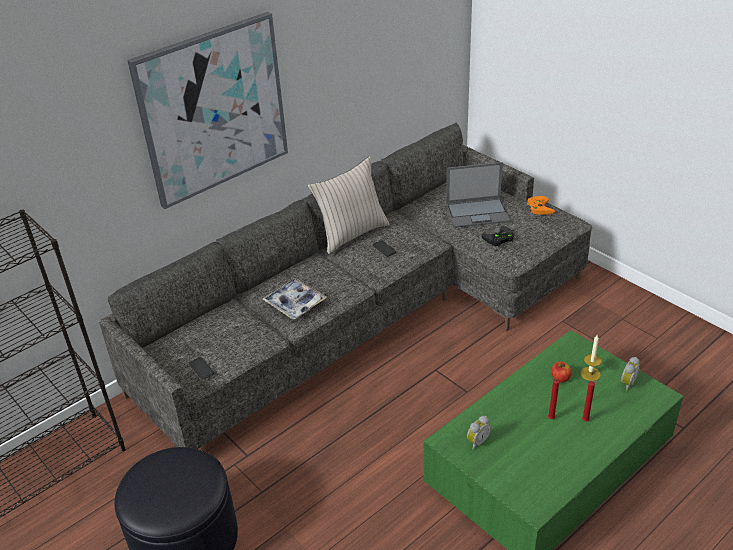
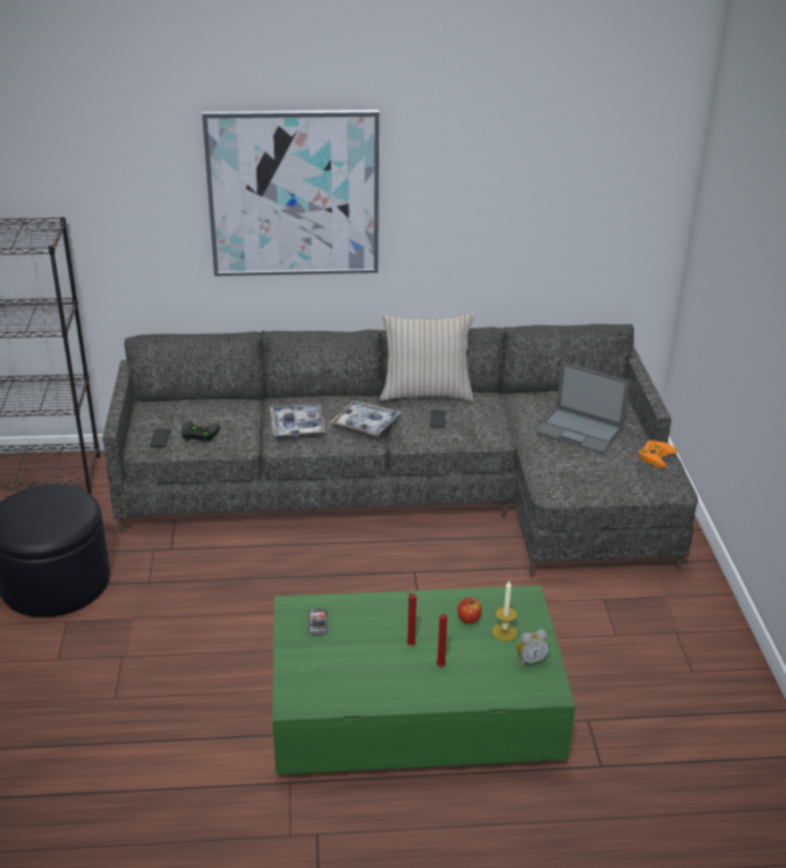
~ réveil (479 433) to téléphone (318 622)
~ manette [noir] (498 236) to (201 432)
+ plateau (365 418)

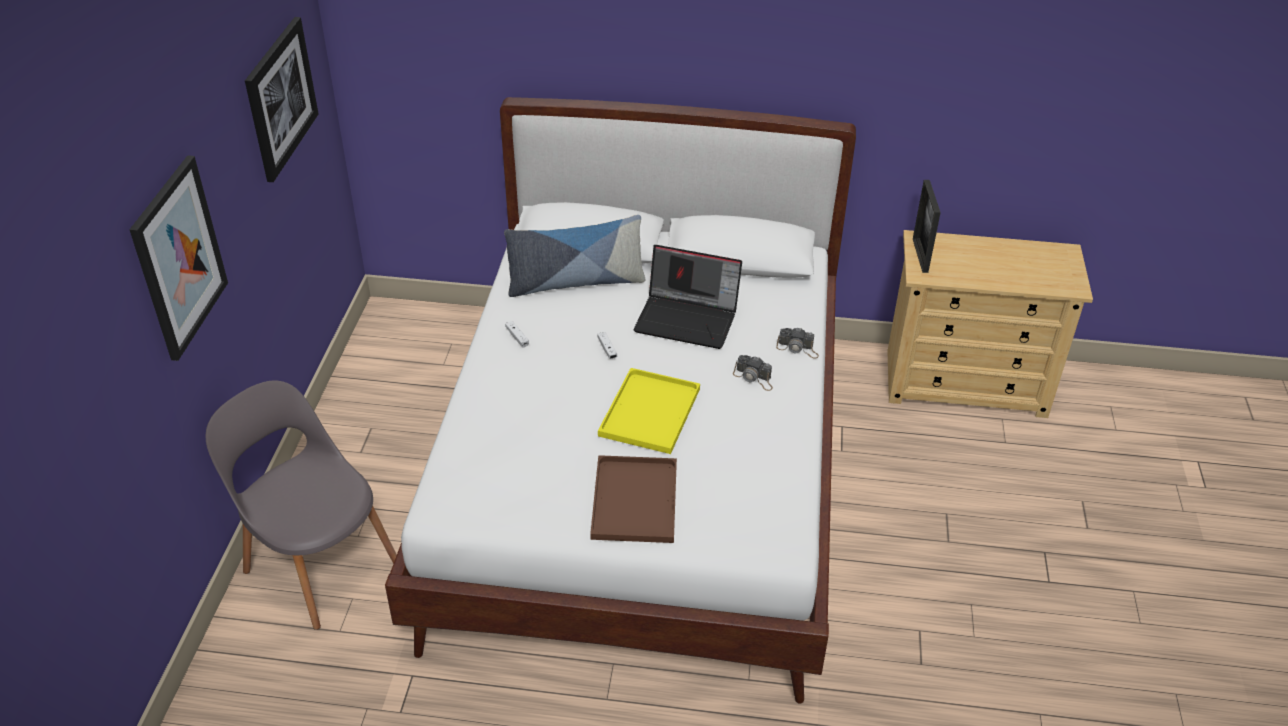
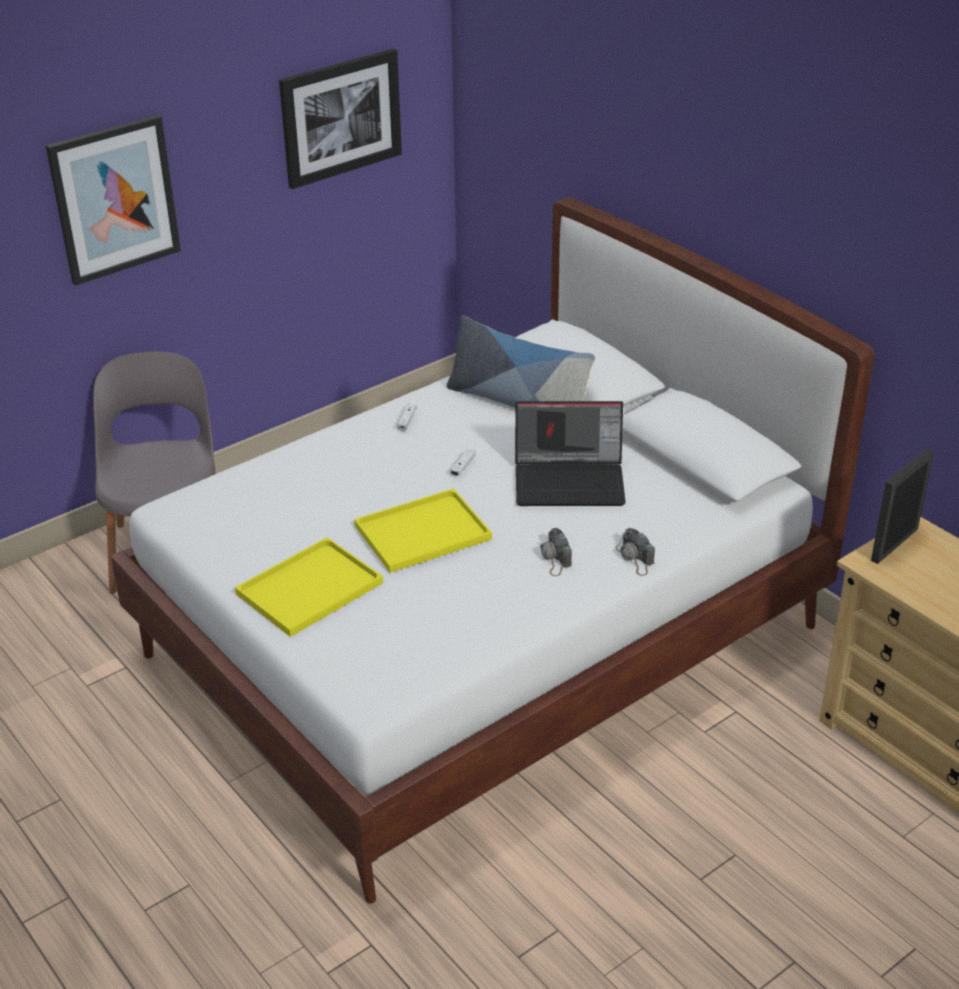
~ plateau [marron] (633 499) to plateau [jaune] (309 587)
~ ordinateur portable (688 297) = (570 453) 60 degrees counterclockwise

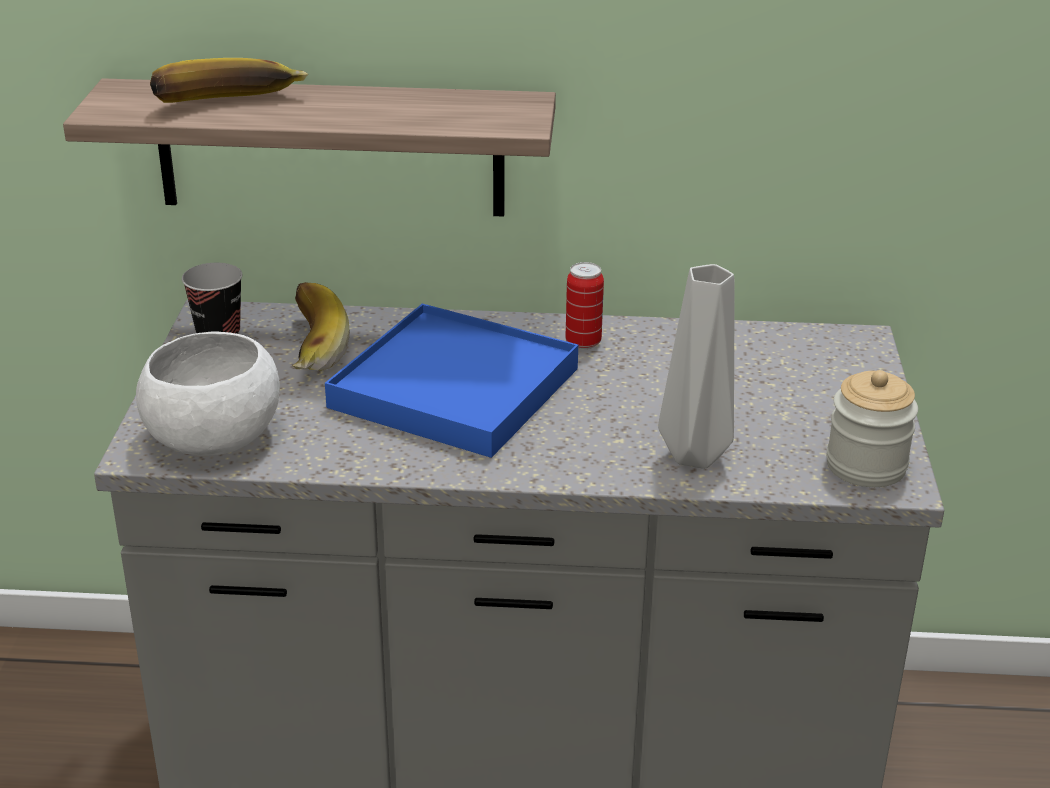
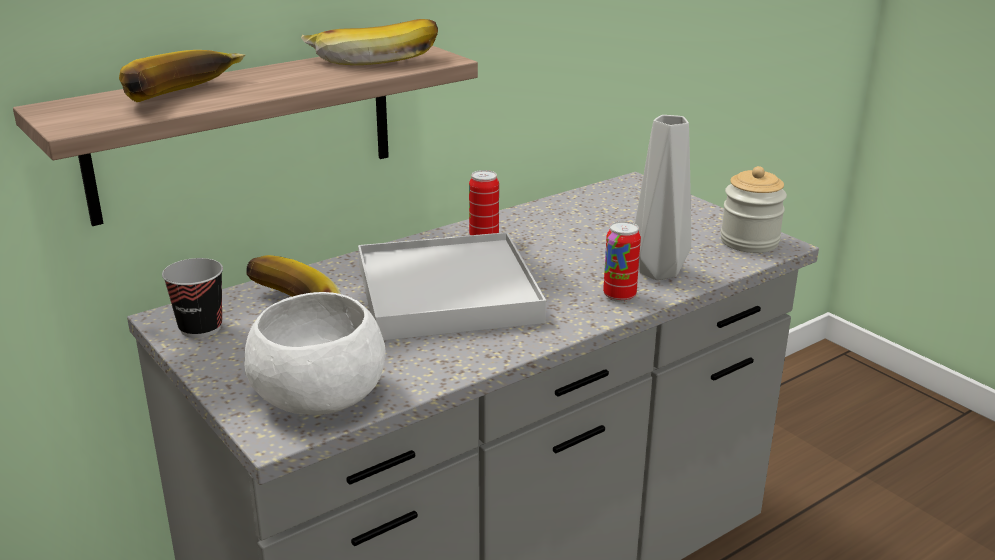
~ plateau [bleu] (451 381) to plateau [blanc] (452 286)
+ banane (369 42)
+ boîte métallique (622 261)

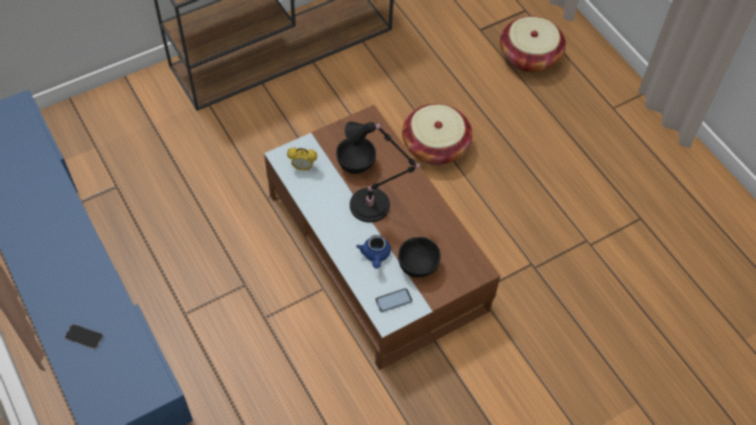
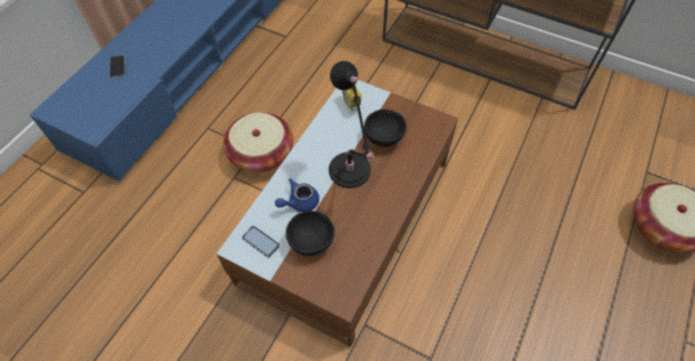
~ panier (437 134) to (258 142)

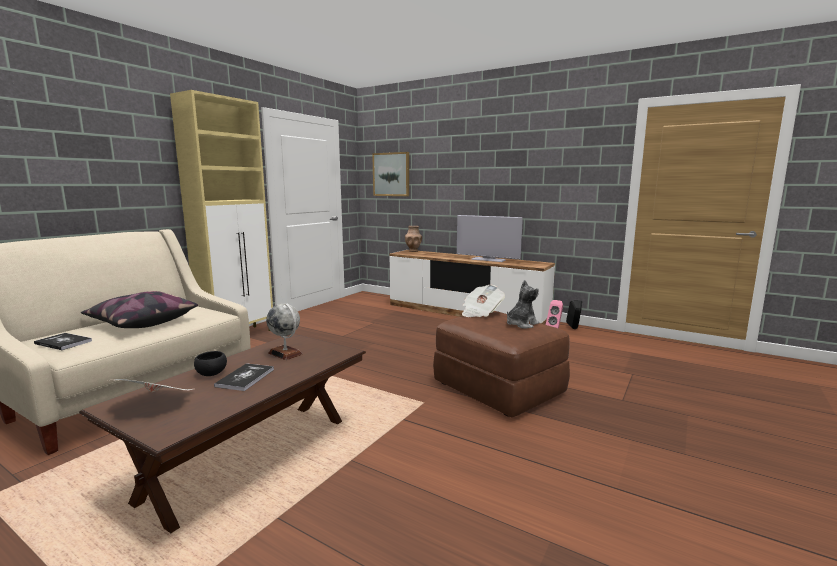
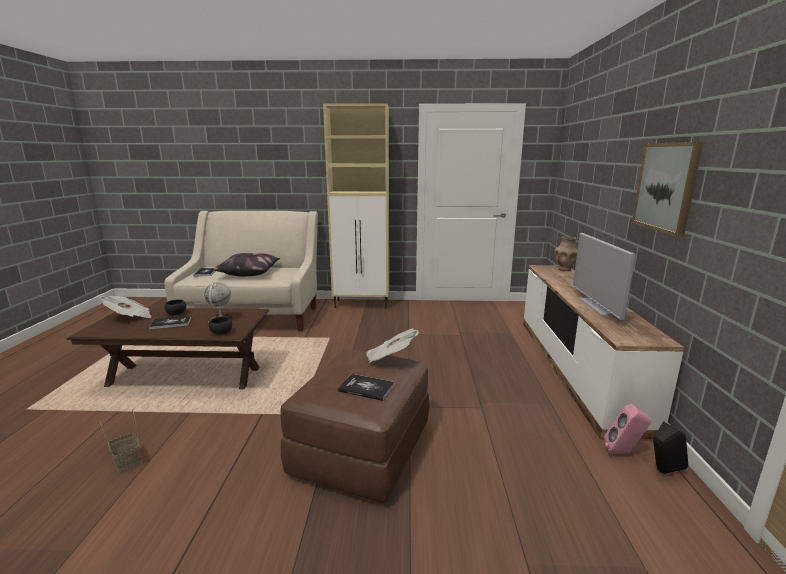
~ tableau (390 174) to (667 189)
~ peluche (523 304) to livre (366 387)
+ panier (121 441)
+ bol [noir] (220 325)

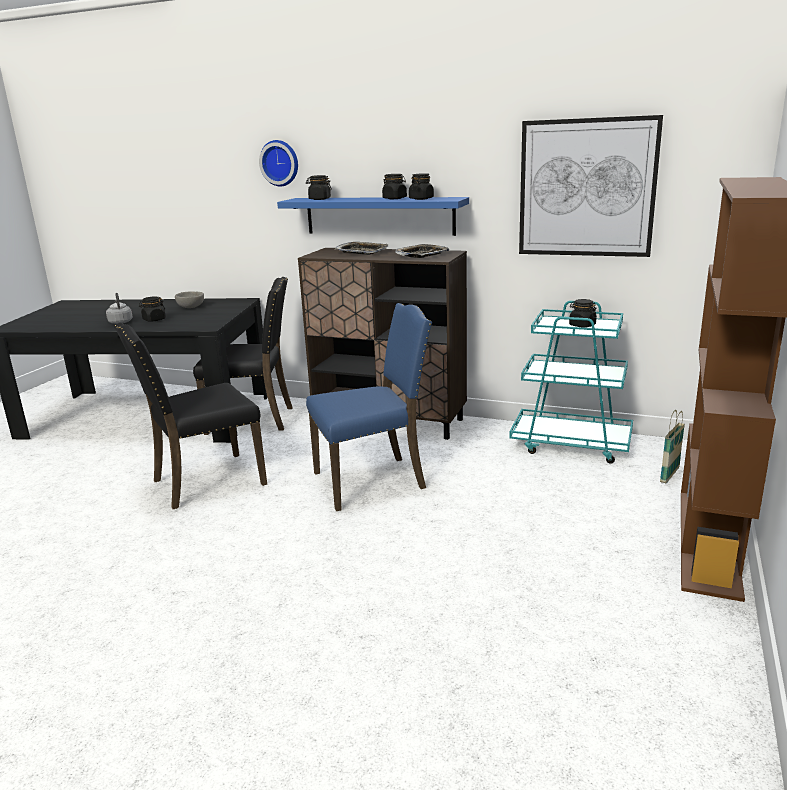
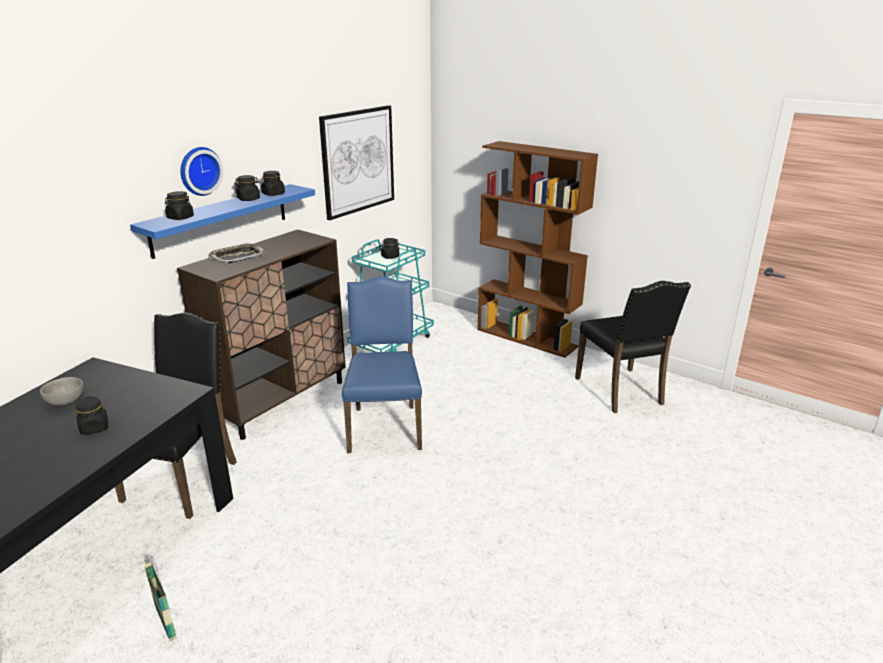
- bouilloire [gris] (119 308)
~ chaise [noir] (190 416) to (633 347)
~ horloge murale (278 163) to (201 171)
- plateau (422 251)
~ panier (672 446) to (160 598)

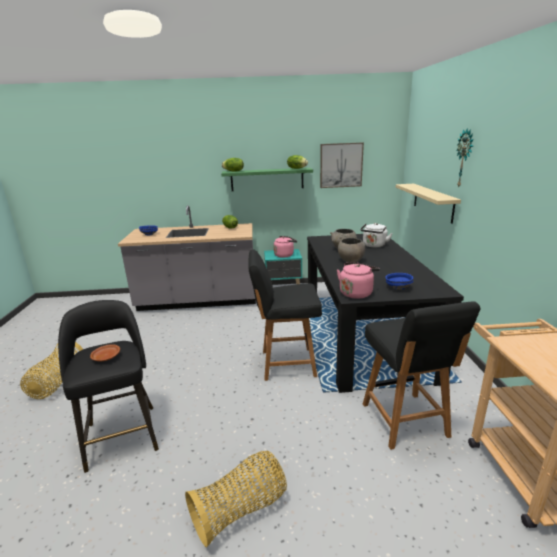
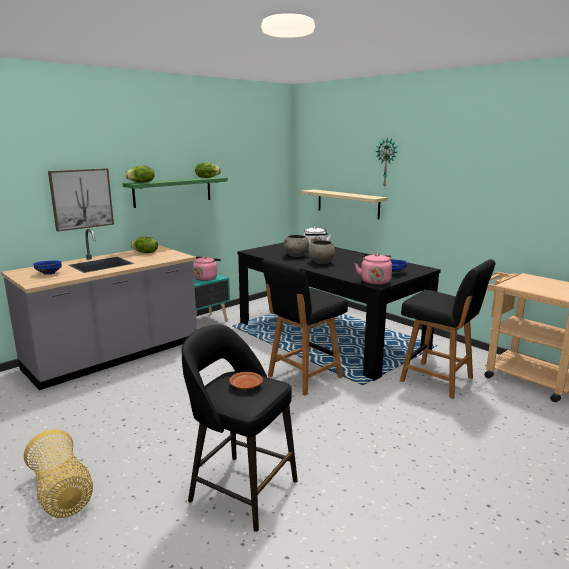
- panier (236 499)
~ tableau (342 165) to (81 199)

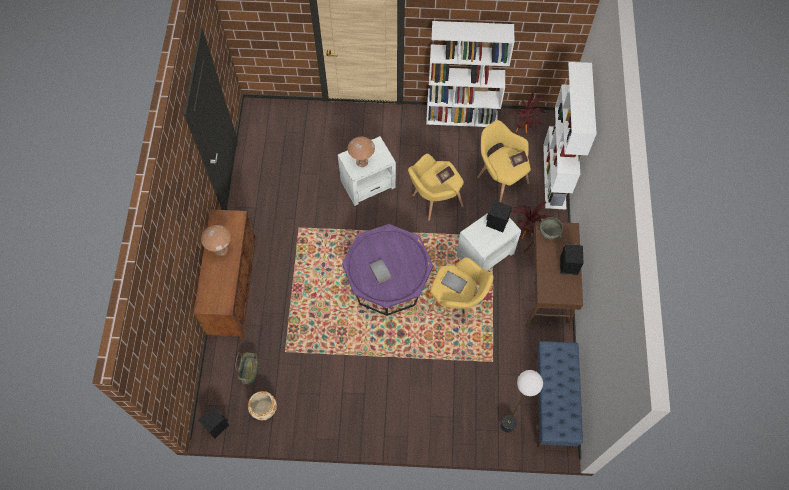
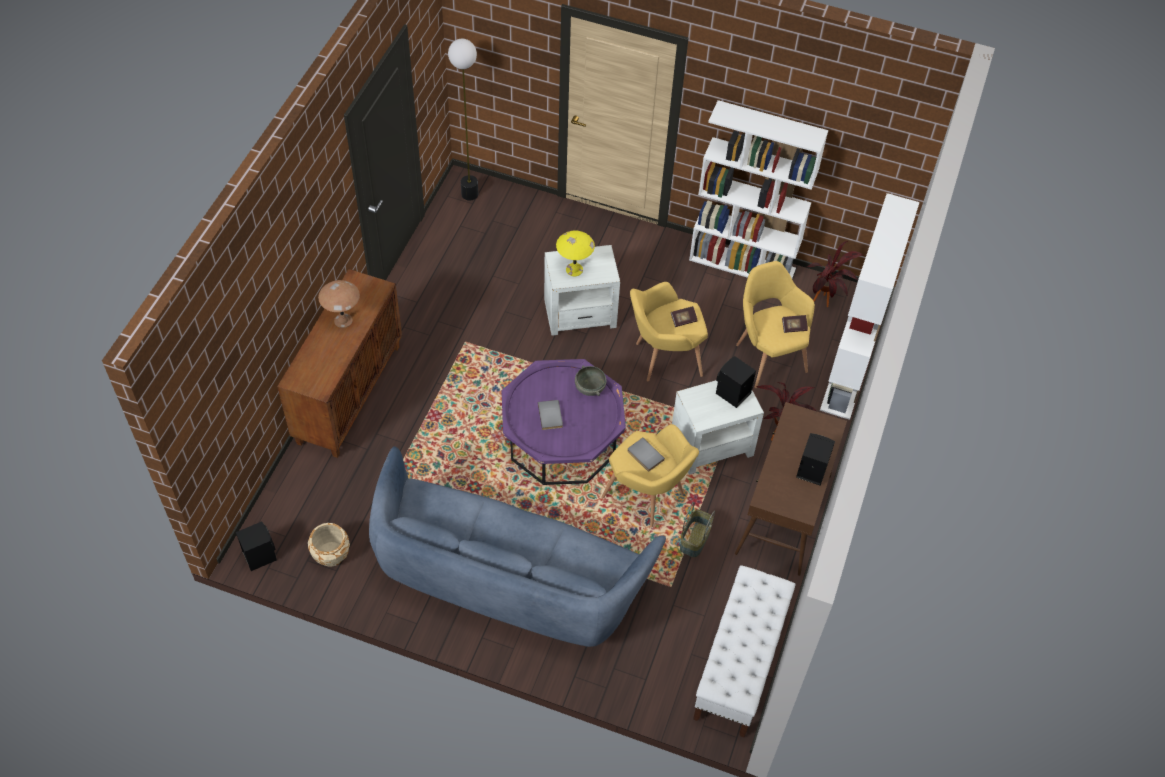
~ panier (247 368) to (697 530)
~ lampe de table [marron] (361 152) to lampe de table [jaune] (575 253)
~ lampadaire (521 401) to (463 120)
~ banc [bleu] (559 395) to banc [blanc] (744 651)
~ bol [gris] (551 228) to (590 381)
+ canapé [bleu] (517 546)

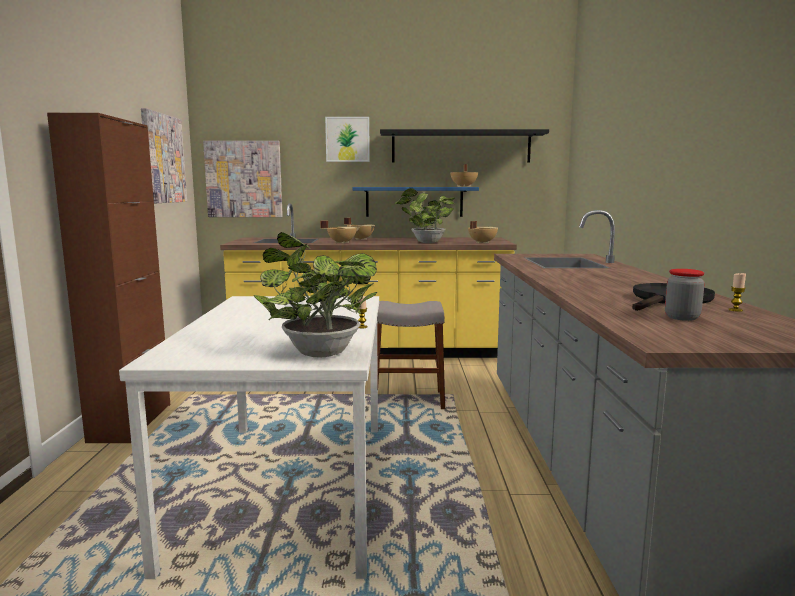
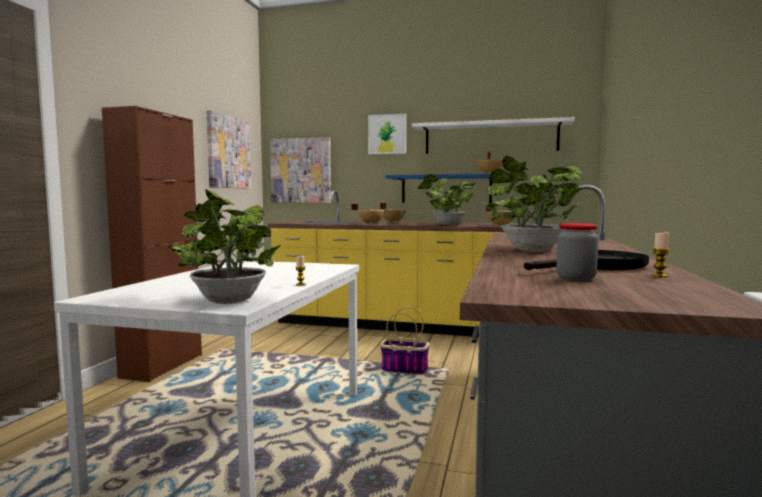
~ tabouret [gris] (411 355) to panier (405 341)
~ étagère [noir] (464 146) to étagère [blanc] (493 135)
+ plante en pot (533 204)

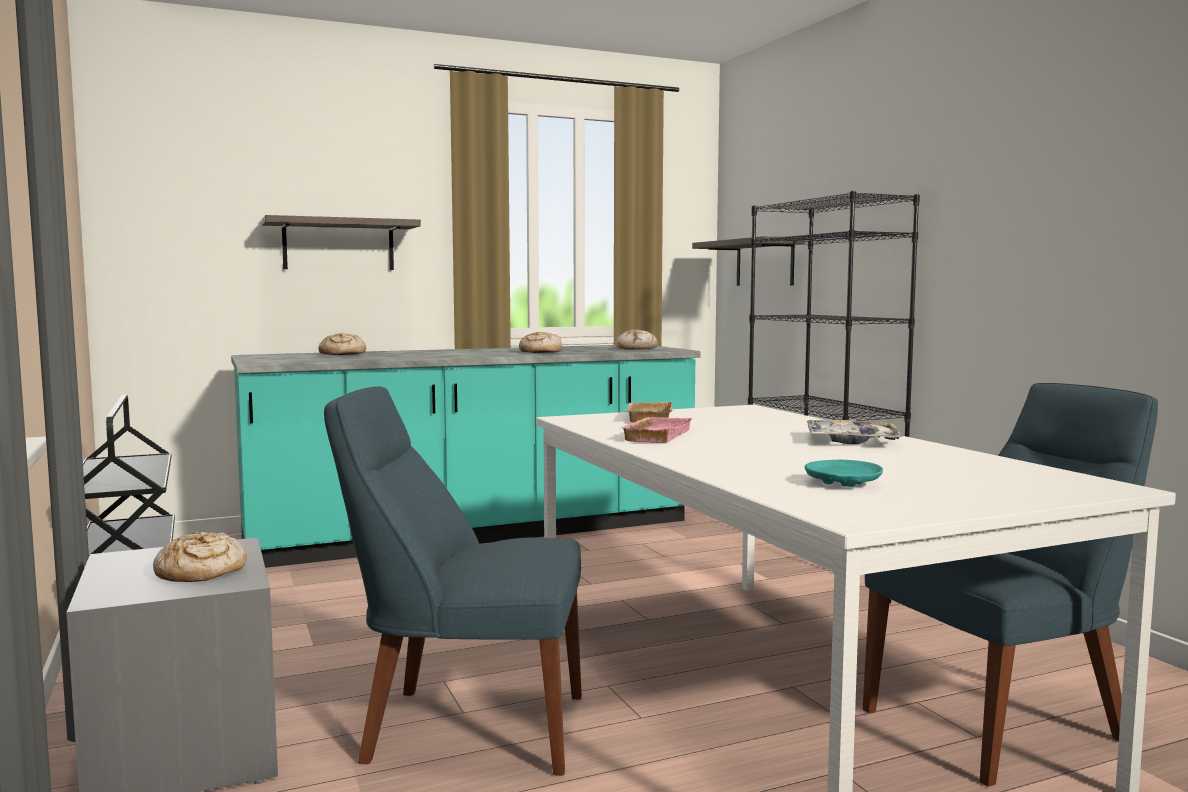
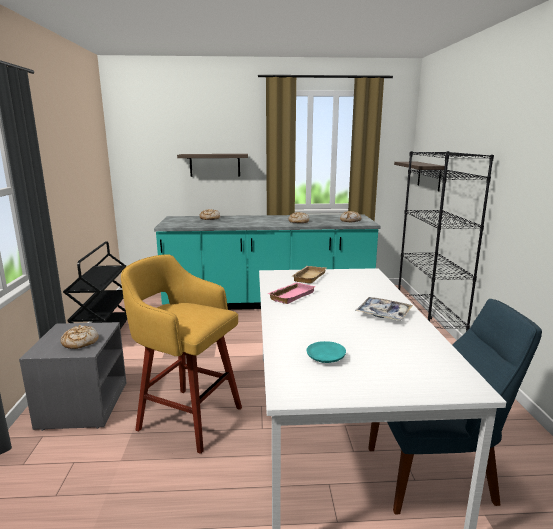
~ chaise [bleu] (453 581) to tabouret [jaune] (181 354)

